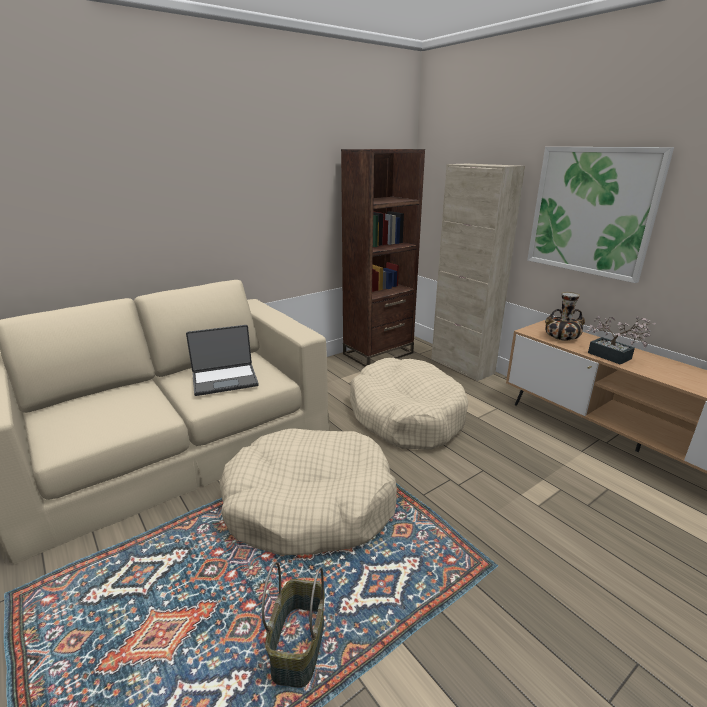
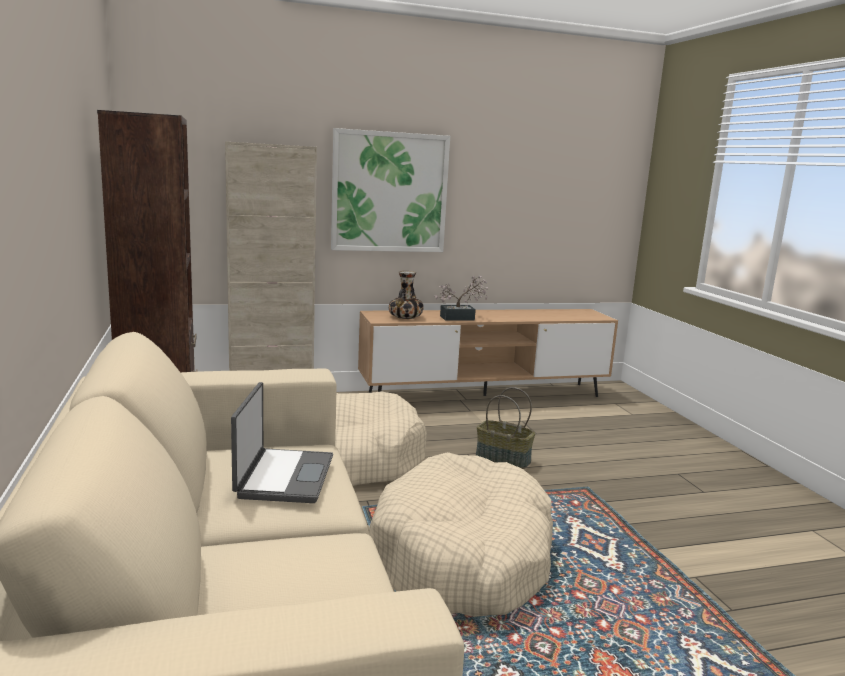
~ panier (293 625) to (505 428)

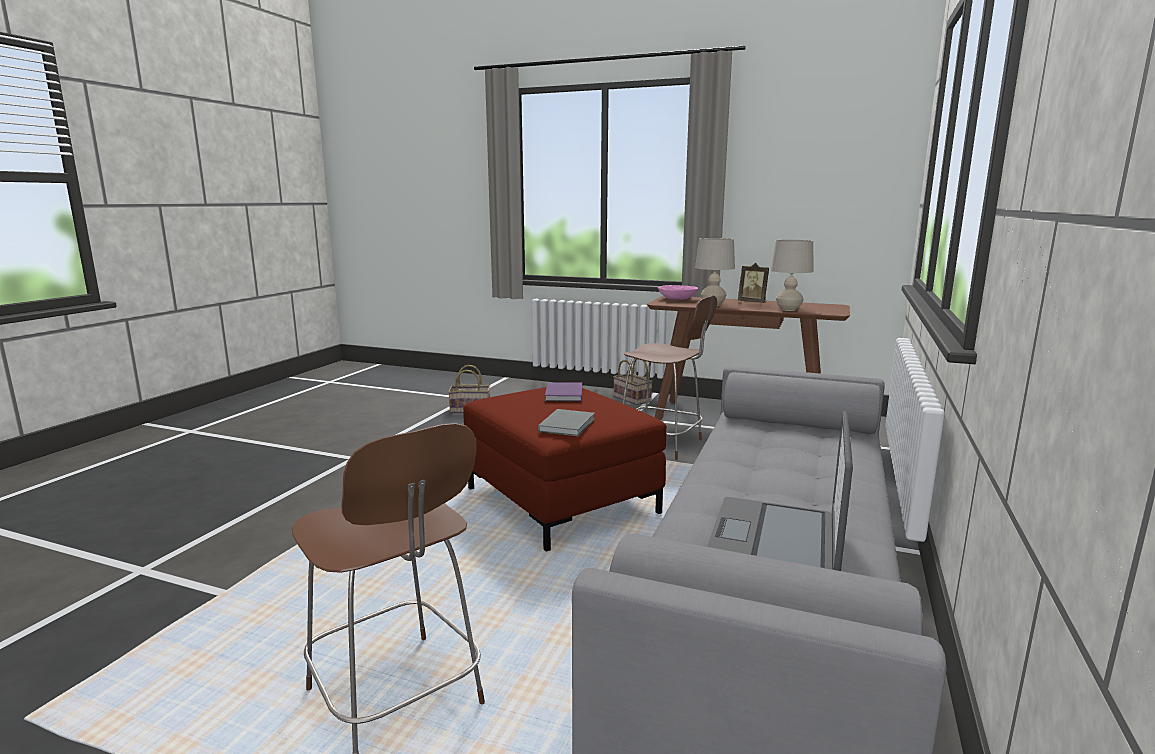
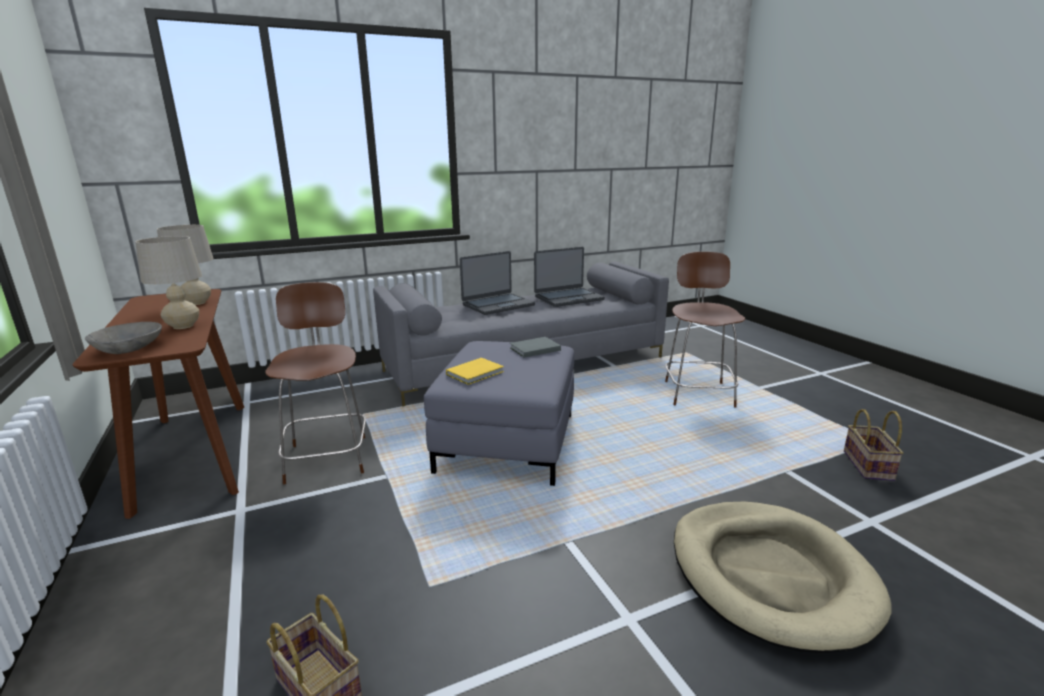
~ pouf [rouge] (565 469) to pouf [gris] (499 413)
~ livre [violet] (563 392) to livre [jaune] (475 371)
~ panier (633 382) to (873 445)
~ bol [rose] (678 292) to bol [gris] (123 338)
- cadre photo (753 283)
+ ordinateur portable (497 283)
+ panier pour chien [beige] (783 577)

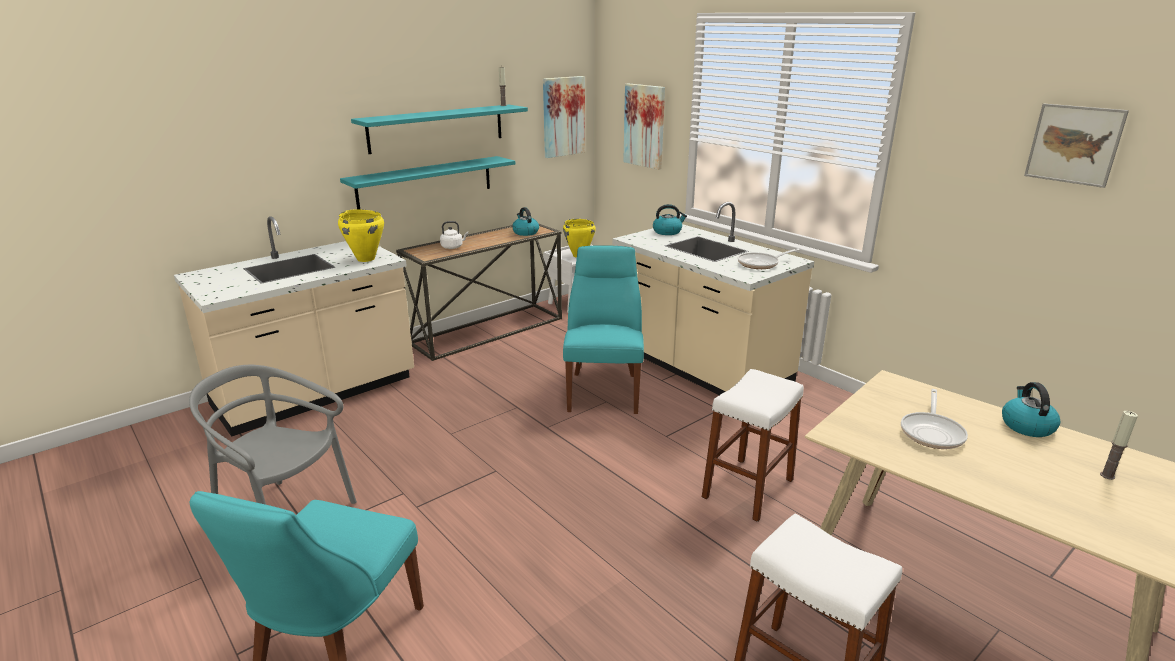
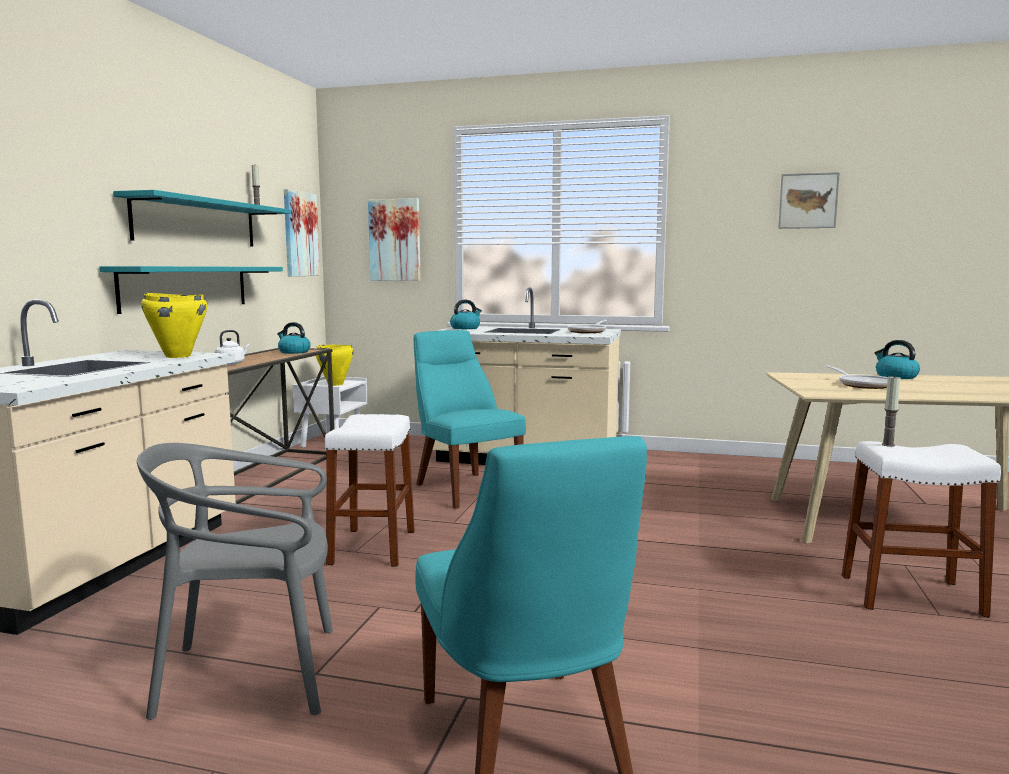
~ tabouret [blanc] (753 445) to (369 490)
~ bougie (1119 445) to (891 411)

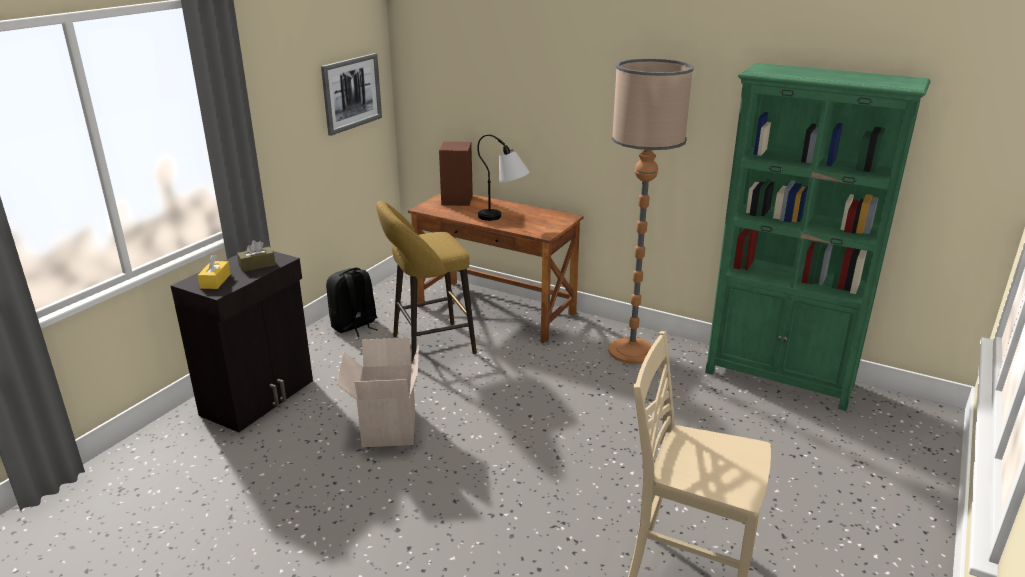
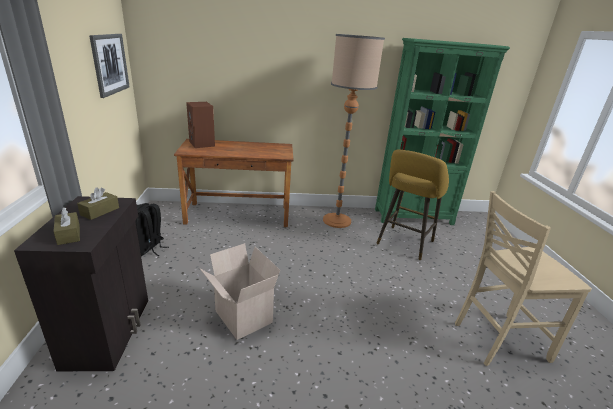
~ boîte à mouchoirs [jaune] (214 272) to boîte à mouchoirs [marron] (66 226)
~ tabouret [jaune] (426 281) to (412 205)
- lampe de table (503 177)

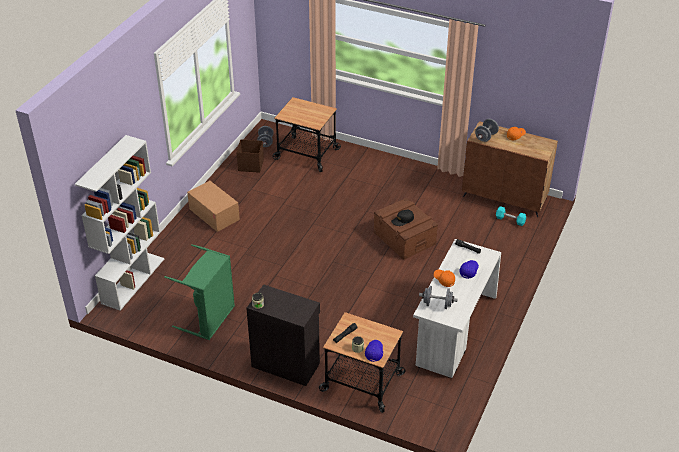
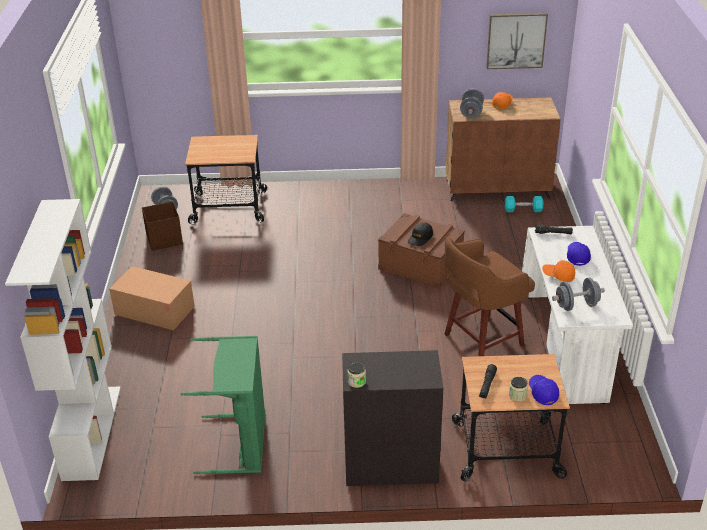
+ tabouret [marron] (489 296)
+ tableau (517 41)

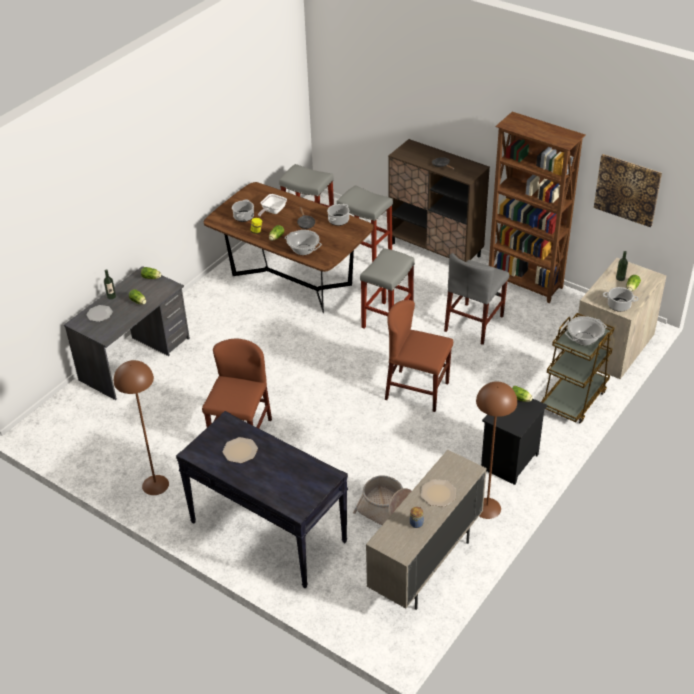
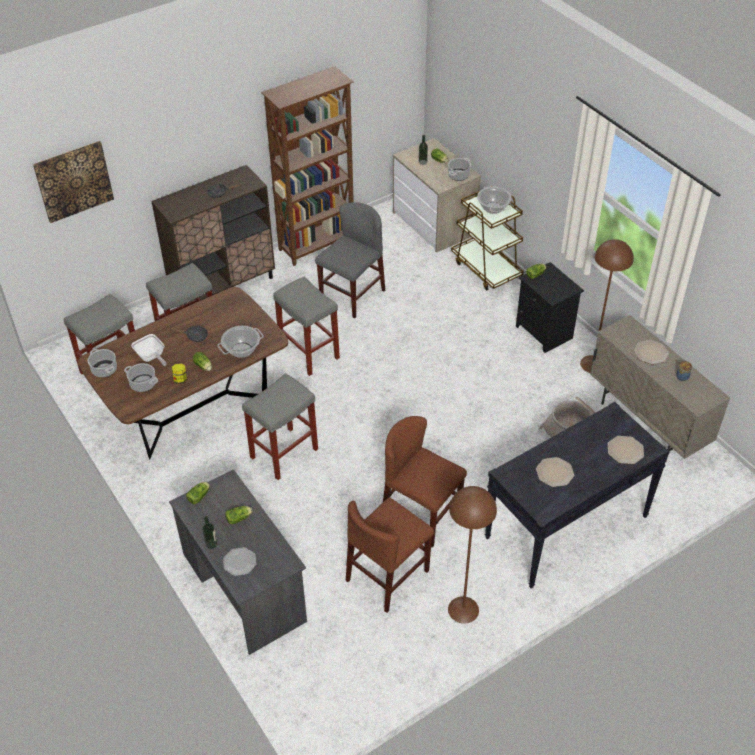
~ marmite (338 215) to (102 363)
~ chaise [marron] (419 356) to (390 555)
~ chaise [gris] (476 299) = (350 260) 105 degrees counterclockwise
~ tableau (628 190) to (73 182)
+ tabouret [gris] (280 426)
+ assiette (626 450)

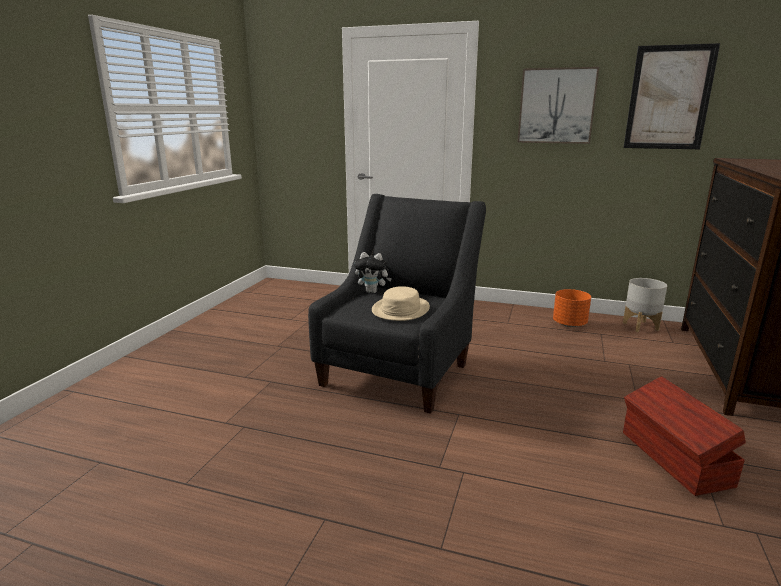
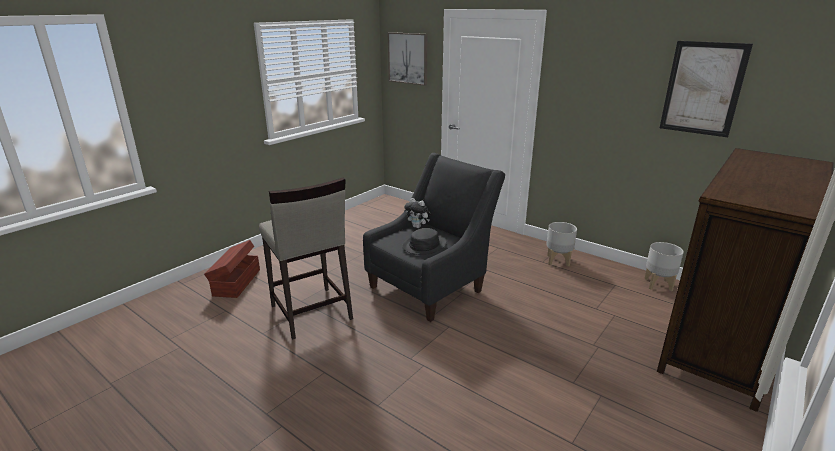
~ chapeau [beige] (401 303) to chapeau [noir] (424 241)
~ tableau (558 105) to (407 59)
- cache-pot [orange] (572 308)
~ boîte de rangement [marron] (684 436) to (232 269)
+ tabouret [beige] (306 258)
+ cache-pot [gris] (561 244)

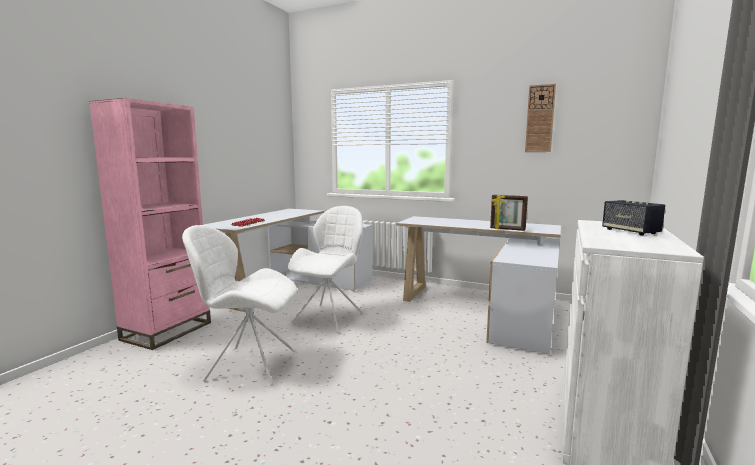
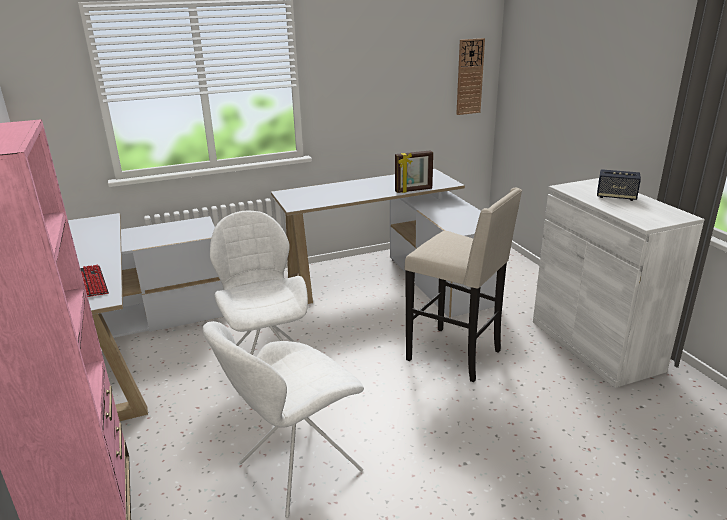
~ horloge murale (540 118) to (470 76)
+ tabouret [beige] (463 285)

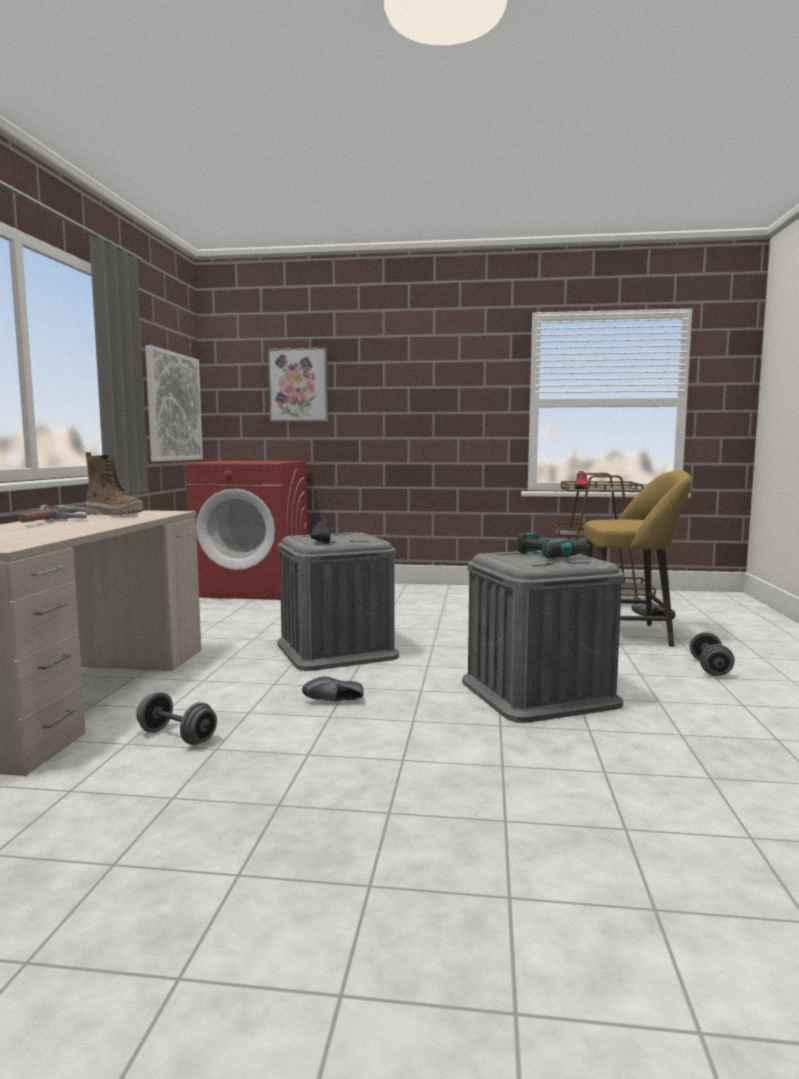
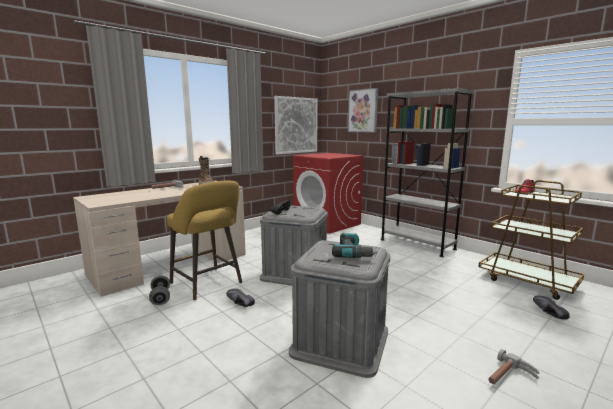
~ tabouret [jaune] (637 558) to (204 240)
~ haltère [gris] (712 654) to marteau (514 366)
+ bibliothèque [gris] (427 172)

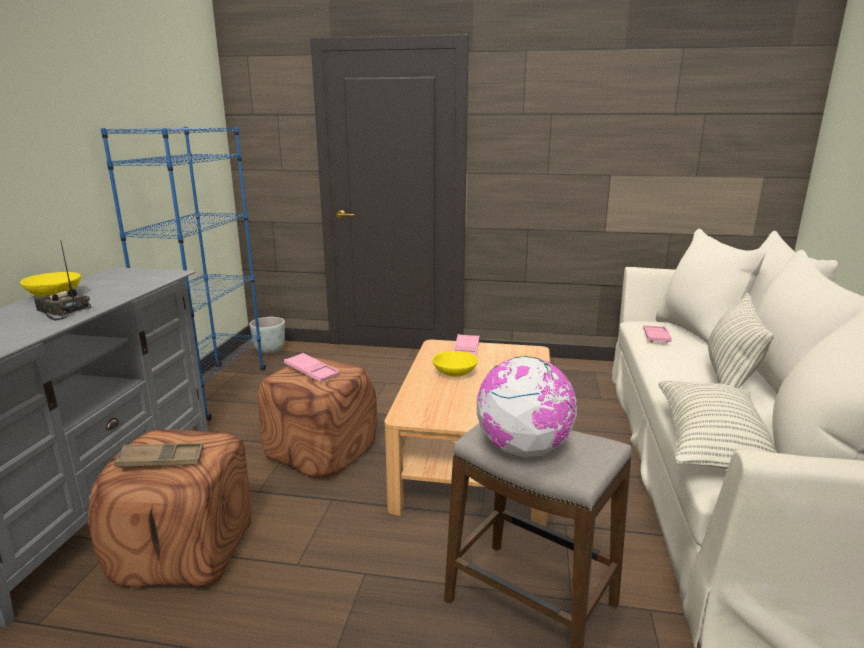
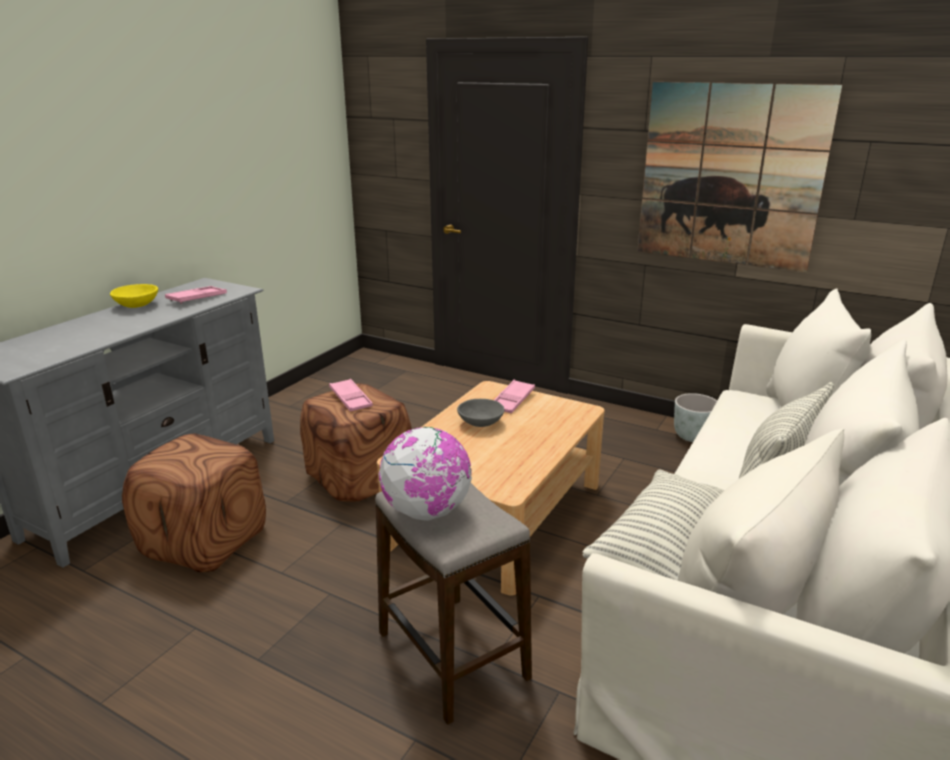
- radio (62 280)
- bibliothèque [bleu] (183 274)
- plateau [marron] (158 455)
~ cache-pot [gris] (267 335) to (695 417)
~ bol [jaune] (455 364) to bol [gris] (480 413)
~ plateau [rose] (657 334) to (196 295)
+ tableau (740 177)

